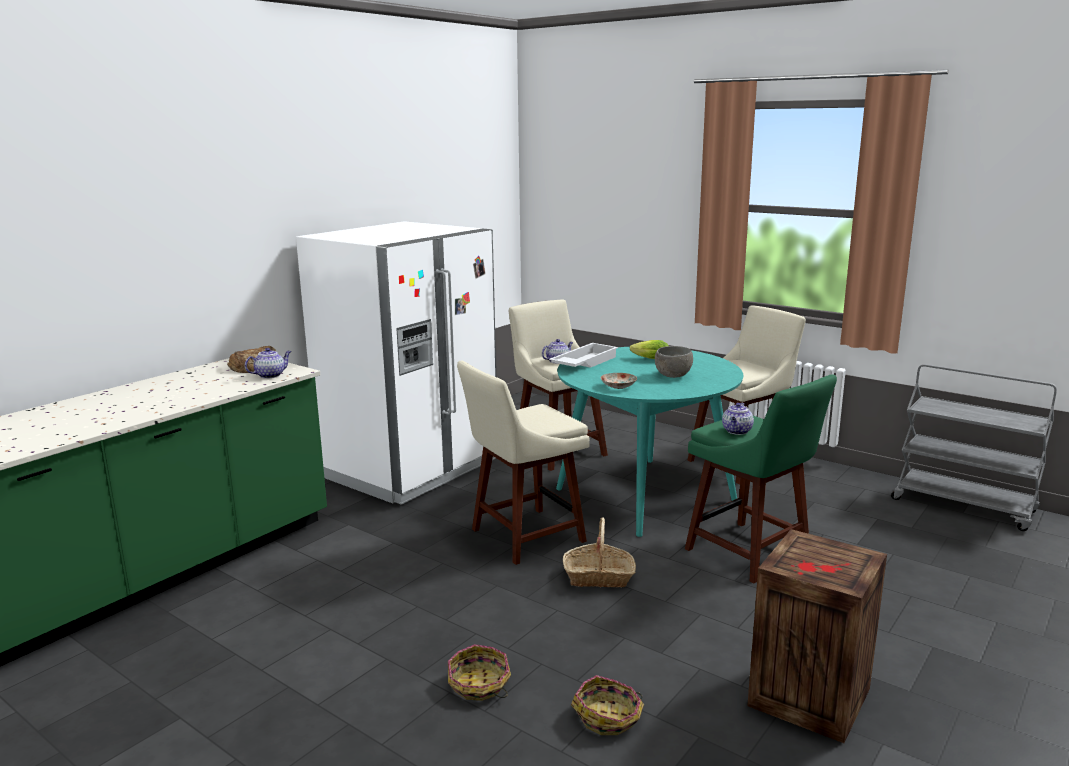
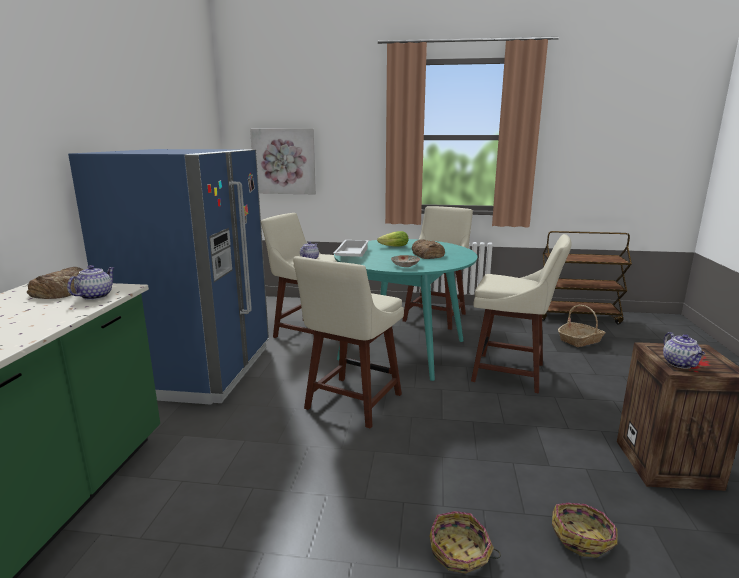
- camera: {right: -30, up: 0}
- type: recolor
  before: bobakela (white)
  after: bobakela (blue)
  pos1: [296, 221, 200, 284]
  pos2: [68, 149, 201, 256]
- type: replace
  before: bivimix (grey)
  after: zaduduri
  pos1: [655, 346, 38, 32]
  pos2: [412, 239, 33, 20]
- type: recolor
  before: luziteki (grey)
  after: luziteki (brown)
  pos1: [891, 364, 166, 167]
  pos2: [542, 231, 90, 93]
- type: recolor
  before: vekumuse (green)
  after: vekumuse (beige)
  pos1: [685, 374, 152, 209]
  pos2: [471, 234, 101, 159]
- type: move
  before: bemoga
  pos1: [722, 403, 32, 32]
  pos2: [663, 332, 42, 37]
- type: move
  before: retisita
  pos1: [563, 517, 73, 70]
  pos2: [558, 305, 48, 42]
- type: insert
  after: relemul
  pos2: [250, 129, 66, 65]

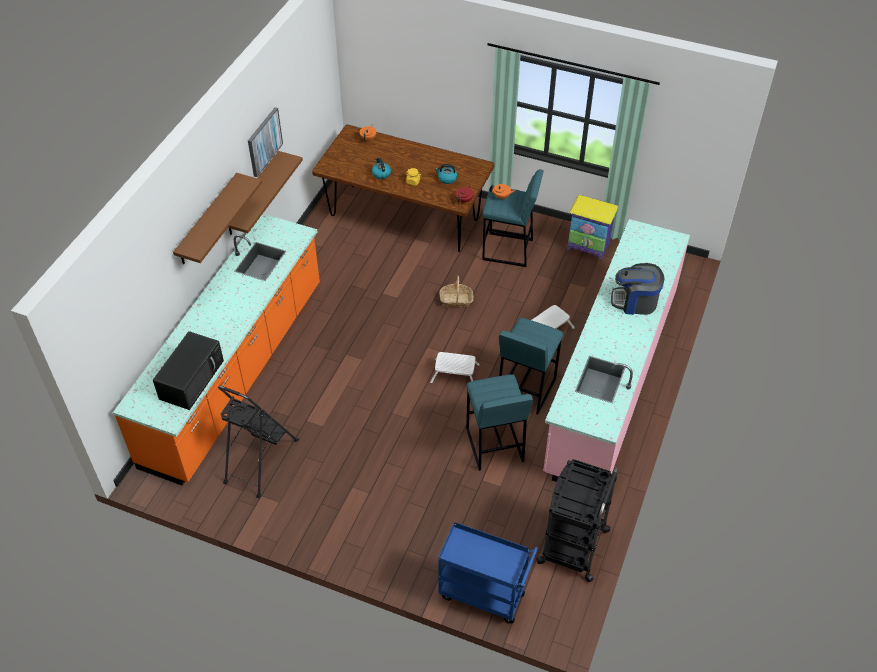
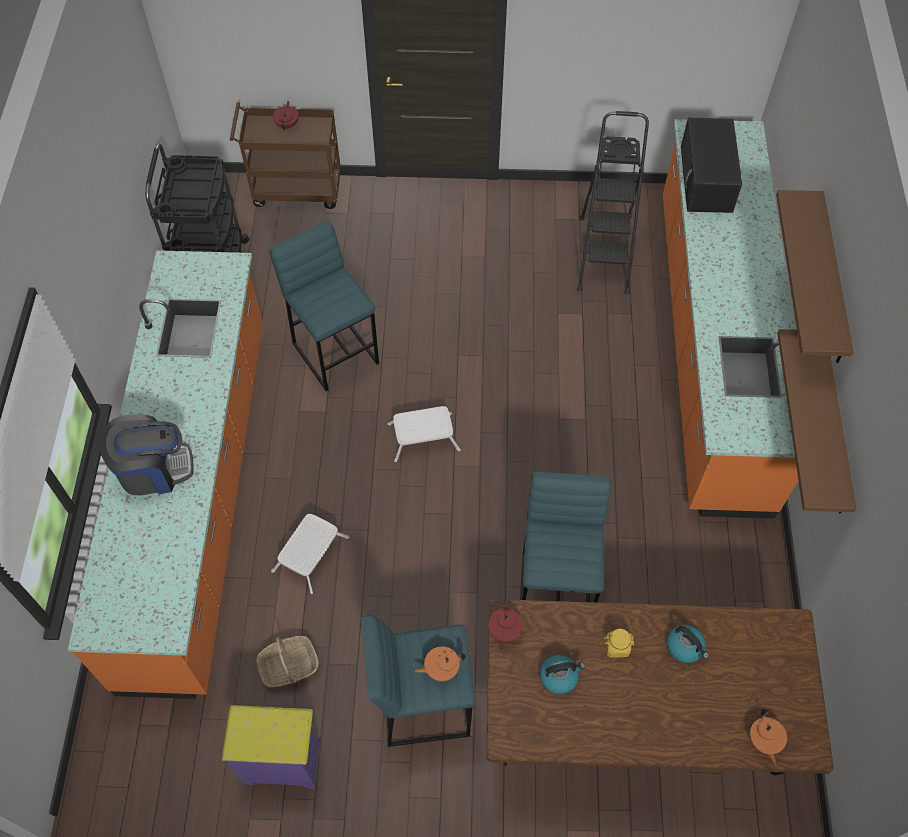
- camera: {right: 160, up: 10}
- type: delete
  before: relemul
  pos1: [248, 107, 35, 70]
- type: recolor
  before: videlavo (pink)
  after: videlavo (orange)
  pos1: [543, 219, 147, 263]
  pos2: [68, 250, 195, 449]
- type: move
  before: retisita
  pos1: [439, 275, 35, 32]
  pos2: [256, 636, 63, 52]
- type: move
  before: vekumuse (turquoise)
  pos1: [499, 318, 64, 96]
  pos2: [520, 472, 91, 130]
- type: recolor
  before: luziteki (blue)
  after: luziteki (brown)
  pos1: [438, 522, 100, 102]
  pos2: [230, 102, 111, 107]
- type: insert
  after: bemoga (red)
  pos2: [273, 101, 26, 29]

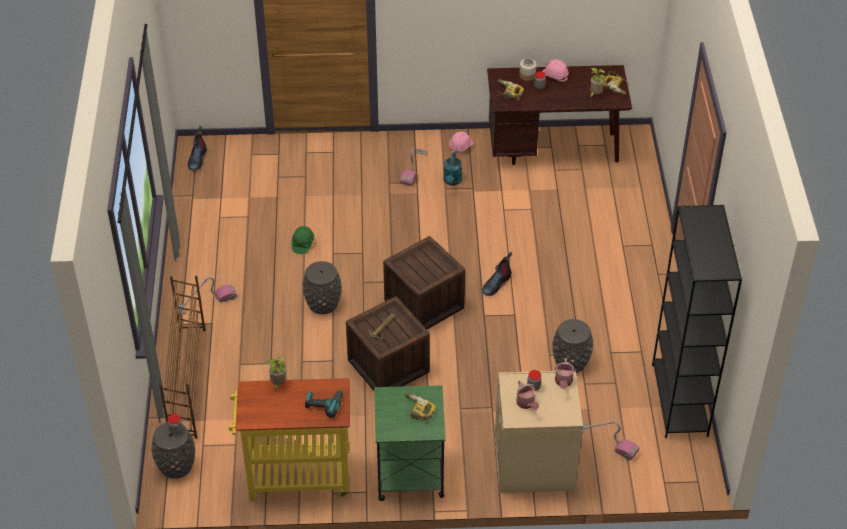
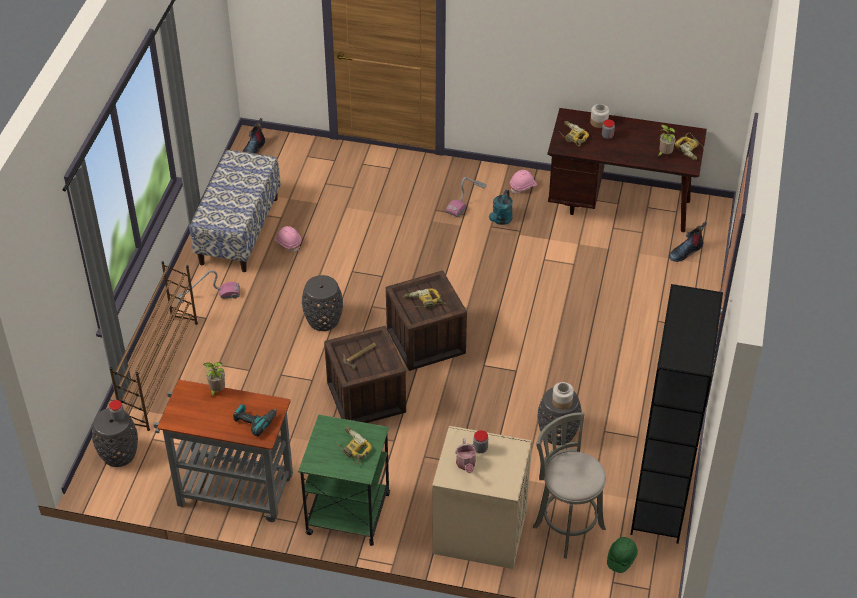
- camera: {right: 15, up: 0}
- type: move
  before: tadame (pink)
  pos1: [542, 59, 27, 23]
  pos2: [275, 226, 26, 26]
- type: move
  before: tadame (green)
  pos1: [291, 226, 24, 28]
  pos2: [607, 537, 31, 36]
- type: move
  before: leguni
  pos1: [482, 252, 30, 44]
  pos2: [669, 222, 38, 40]
- type: delete
  before: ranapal
  pos1: [555, 358, 20, 31]
- type: recolor
  before: luziteki (yellow)
  after: luziteki (grey)
  pos1: [229, 378, 121, 123]
  pos2: [154, 380, 139, 142]
- type: replace
  before: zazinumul
  after: vekumuse (grey)
  pos1: [582, 421, 57, 39]
  pos2: [533, 412, 73, 146]
- type: insert
  after: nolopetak
  pos2: [190, 150, 91, 122]
- type: insert
  after: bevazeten
  pos2: [404, 288, 41, 21]
- type: insert
  after: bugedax
  pos2: [552, 382, 22, 28]

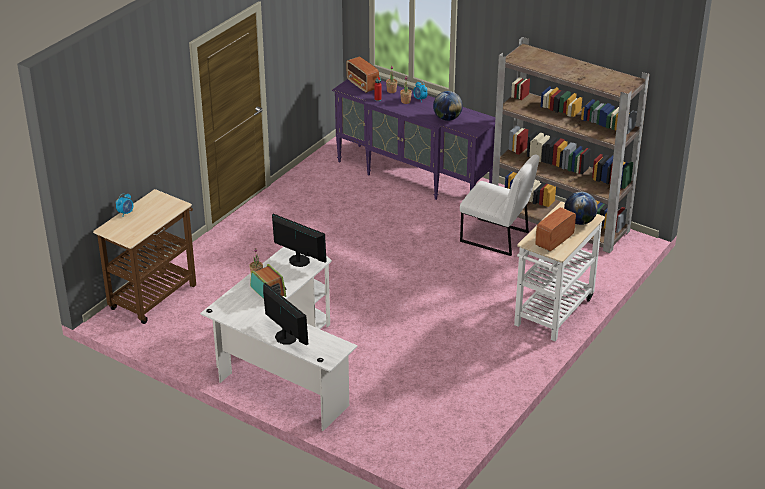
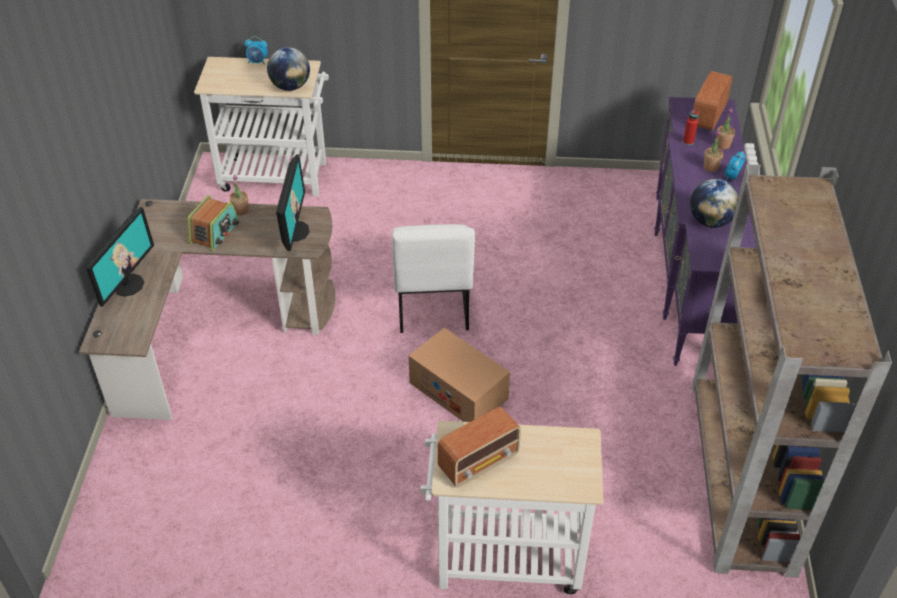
- camera: {right: 60, up: 10}
- type: move
  before: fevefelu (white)
  pos1: [460, 154, 80, 102]
  pos2: [392, 224, 83, 109]
- type: recolor
  before: luziteki (brown)
  after: luziteki (white)
  pos1: [93, 189, 103, 135]
  pos2: [194, 57, 135, 140]
- type: move
  before: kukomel
  pos1: [564, 192, 34, 33]
  pos2: [267, 47, 43, 44]
- type: rotate
  before: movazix
  pos1: [535, 207, 41, 44]
  pos2: [438, 407, 83, 80]
  turn: 135
- type: recolor
  before: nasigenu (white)
  after: nasigenu (brown)
  pos1: [200, 247, 158, 184]
  pos2: [79, 199, 256, 221]
- type: insert
  after: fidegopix
  pos2: [409, 328, 101, 94]

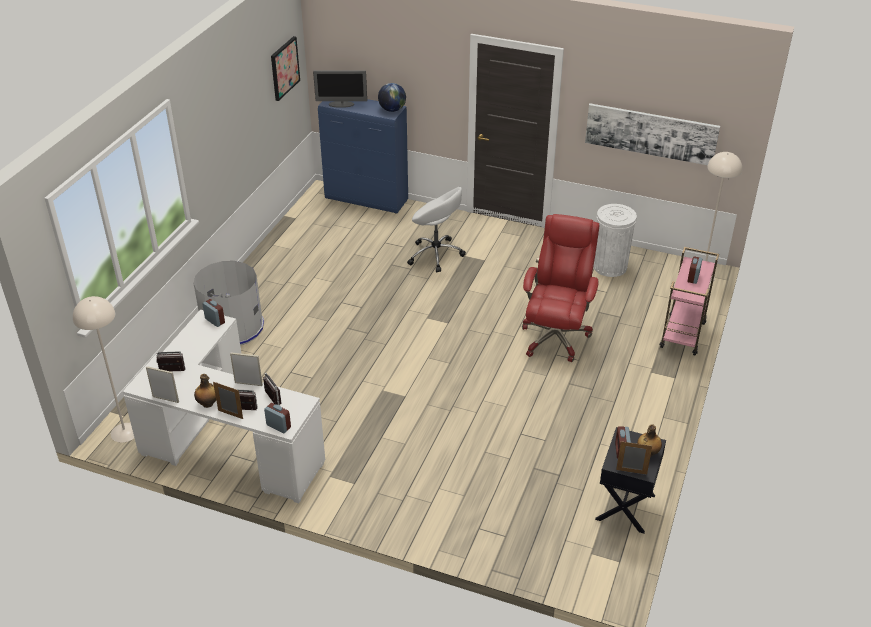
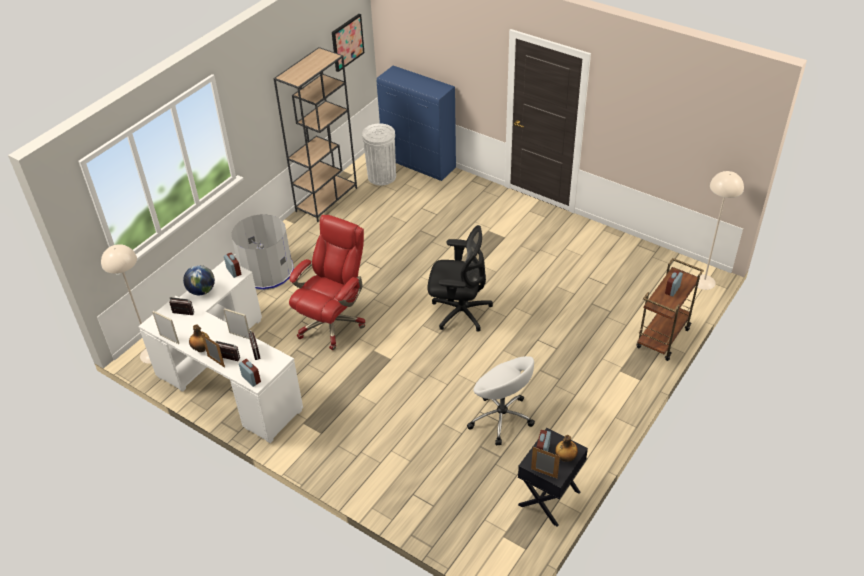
- camera: {right: 15, up: 5}
- type: delete
  before: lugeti
  pos1: [313, 70, 54, 38]
- type: move
  before: kukomel
  pos1: [378, 83, 28, 29]
  pos2: [183, 265, 32, 30]
- type: delete
  before: relemul
  pos1: [585, 103, 135, 62]
- type: move
  before: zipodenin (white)
  pos1: [407, 187, 59, 86]
  pos2: [467, 356, 68, 89]
- type: move
  before: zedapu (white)
  pos1: [593, 204, 44, 73]
  pos2: [362, 123, 34, 62]
- type: move
  before: zipodenin (red)
  pos1: [522, 214, 77, 148]
  pos2: [289, 215, 76, 135]
- type: recolor
  before: luziteki (pink)
  after: luziteki (brown)
  pos1: [659, 247, 60, 109]
  pos2: [636, 258, 68, 103]
- type: insert
  after: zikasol
  pos2: [273, 47, 84, 175]
- type: insert
  after: zipodenin (black)
  pos2: [427, 225, 66, 107]

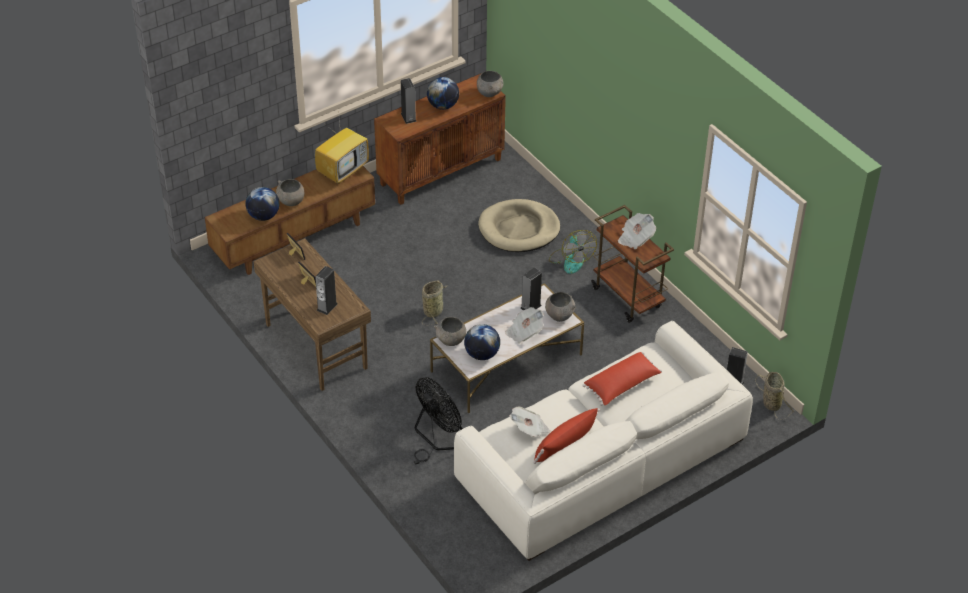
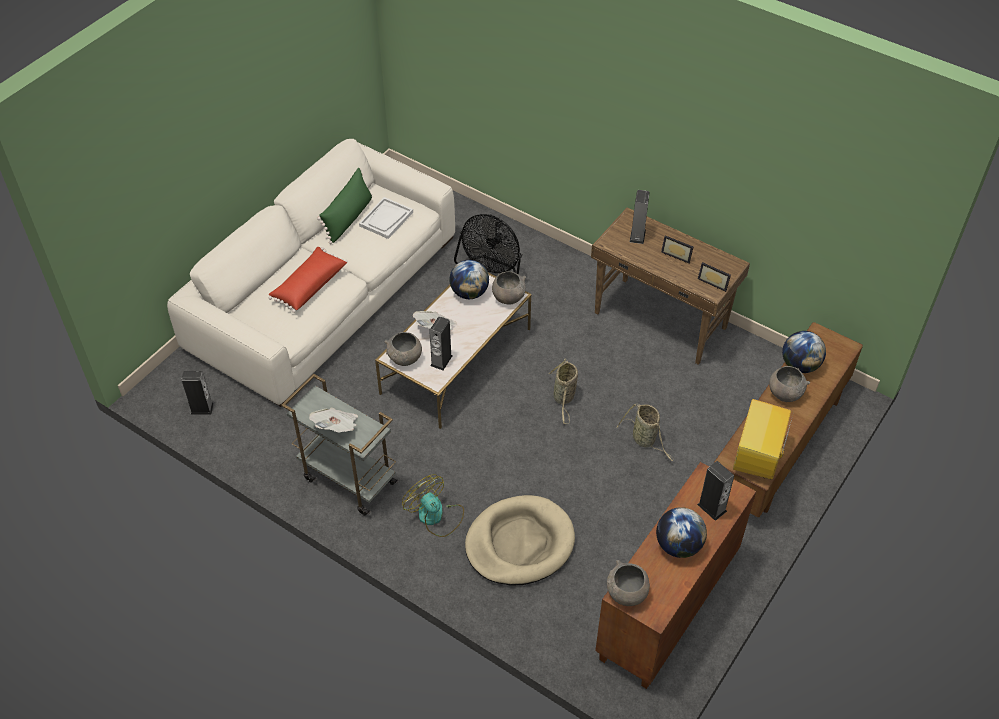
- camera: {right: 160, up: 5}
- type: recolor
  before: luziteki (brown)
  after: luziteki (grey)
  pos1: [591, 205, 83, 118]
  pos2: [281, 373, 118, 143]
- type: move
  before: retisita
  pos1: [755, 372, 40, 48]
  pos2: [617, 404, 57, 57]
- type: replace
  before: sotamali
  after: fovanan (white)
  pos1: [509, 406, 41, 31]
  pos2: [359, 197, 54, 42]
- type: recolor
  before: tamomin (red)
  after: tamomin (green)
  pos1: [533, 408, 67, 56]
  pos2: [317, 168, 55, 76]

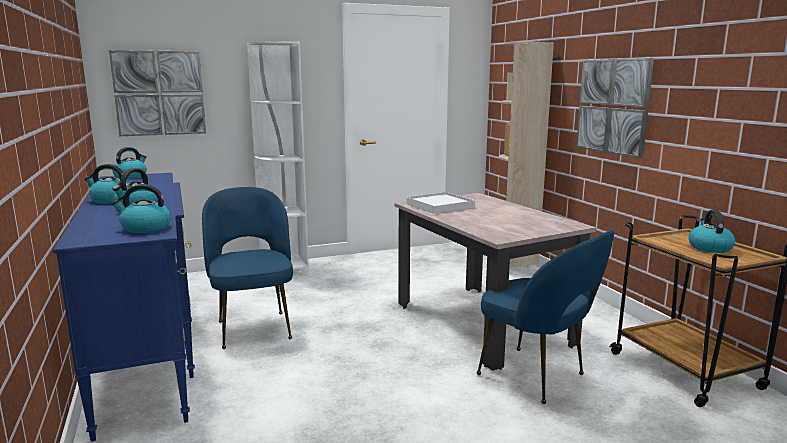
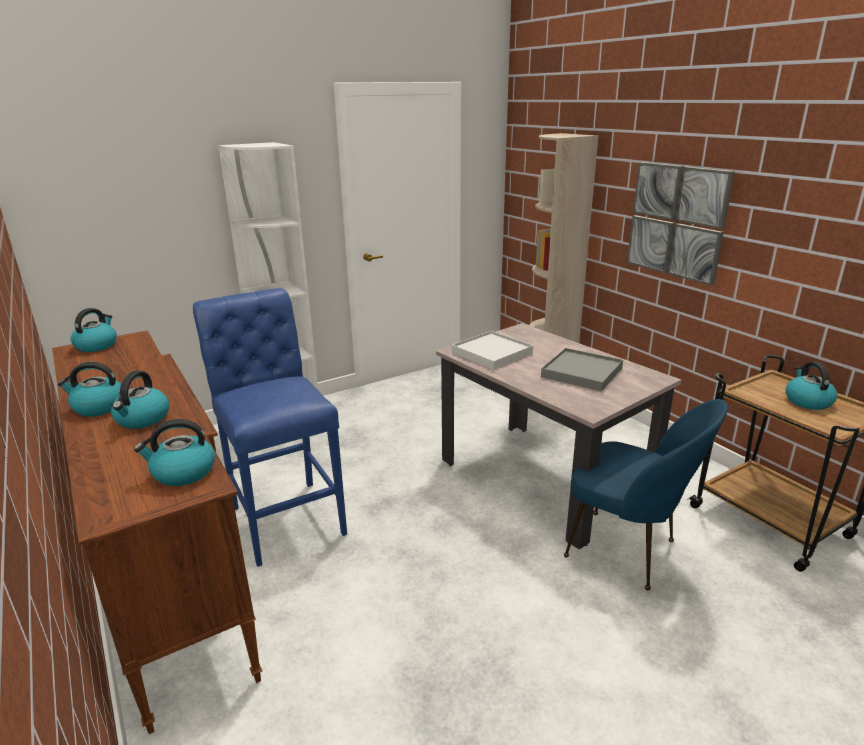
- camera: {right: -10, up: 10}
- type: delete
  before: relemul
  pos1: [109, 50, 97, 86]
- type: recolor
  before: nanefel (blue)
  after: nanefel (brown)
  pos1: [53, 172, 142, 270]
  pos2: [52, 331, 211, 403]
- type: replace
  before: fevefelu (blue)
  after: vekumuse (blue)
  pos1: [202, 187, 91, 162]
  pos2: [193, 288, 154, 279]
- type: insert
  after: fovanan (grey)
  pos2: [541, 348, 82, 43]

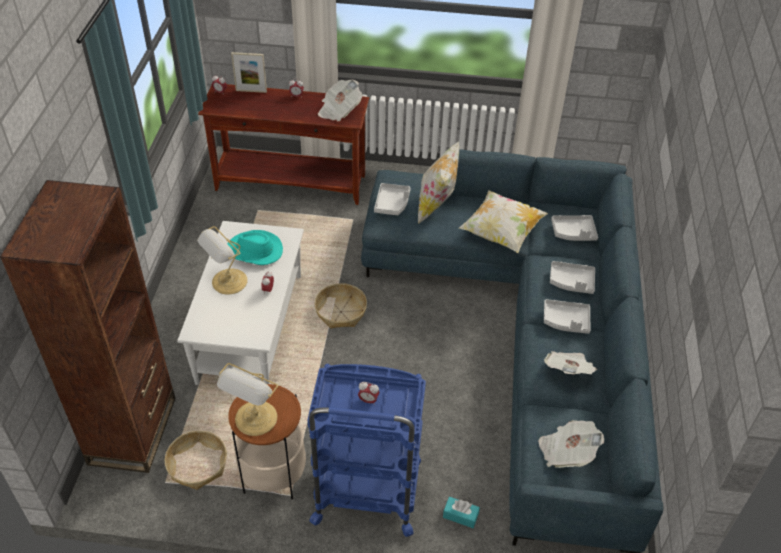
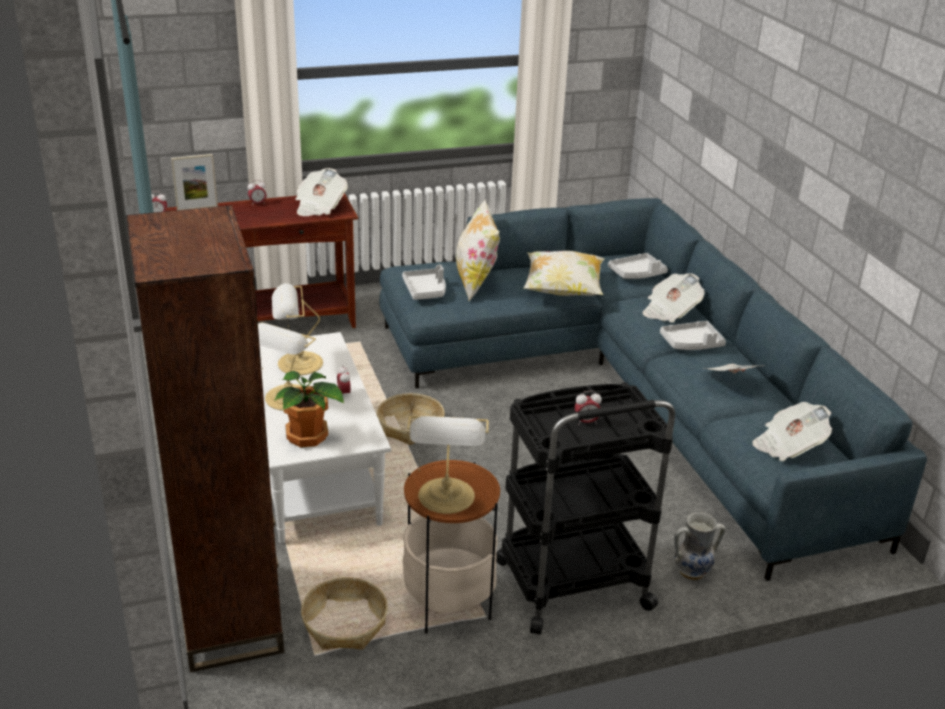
- camera: {right: -25, up: -15}
- type: replace
  before: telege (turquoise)
  after: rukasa
  pos1: [227, 230, 56, 35]
  pos2: [272, 283, 51, 92]
- type: replace
  before: fovanan (grey)
  after: sotamali
  pos1: [550, 261, 45, 33]
  pos2: [643, 273, 62, 50]
- type: recolor
  before: luziteki (blue)
  after: luziteki (black)
  pos1: [308, 364, 118, 173]
  pos2: [496, 382, 179, 253]
- type: replace
  before: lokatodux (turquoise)
  after: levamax
  pos1: [443, 497, 37, 31]
  pos2: [673, 512, 52, 68]
- type: insert
  after: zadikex
  pos2: [274, 371, 70, 77]

